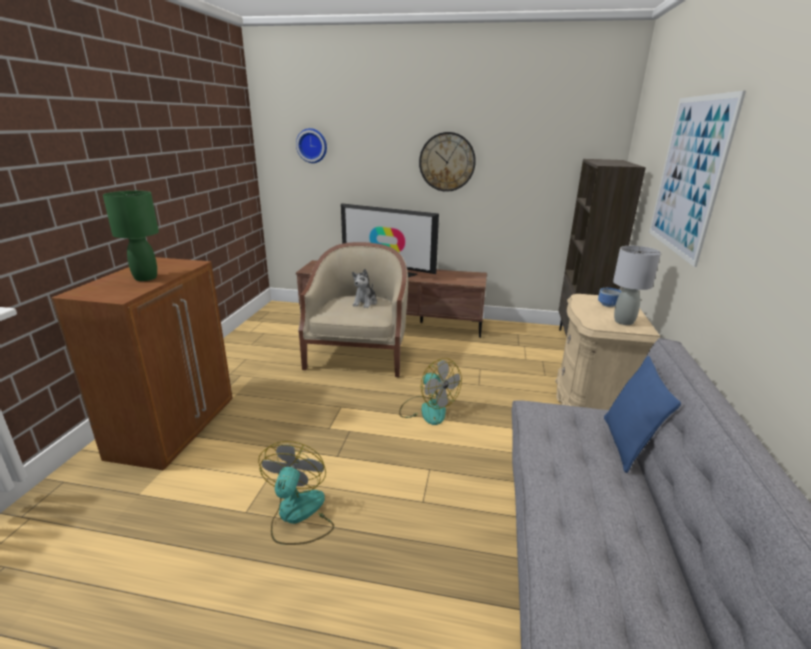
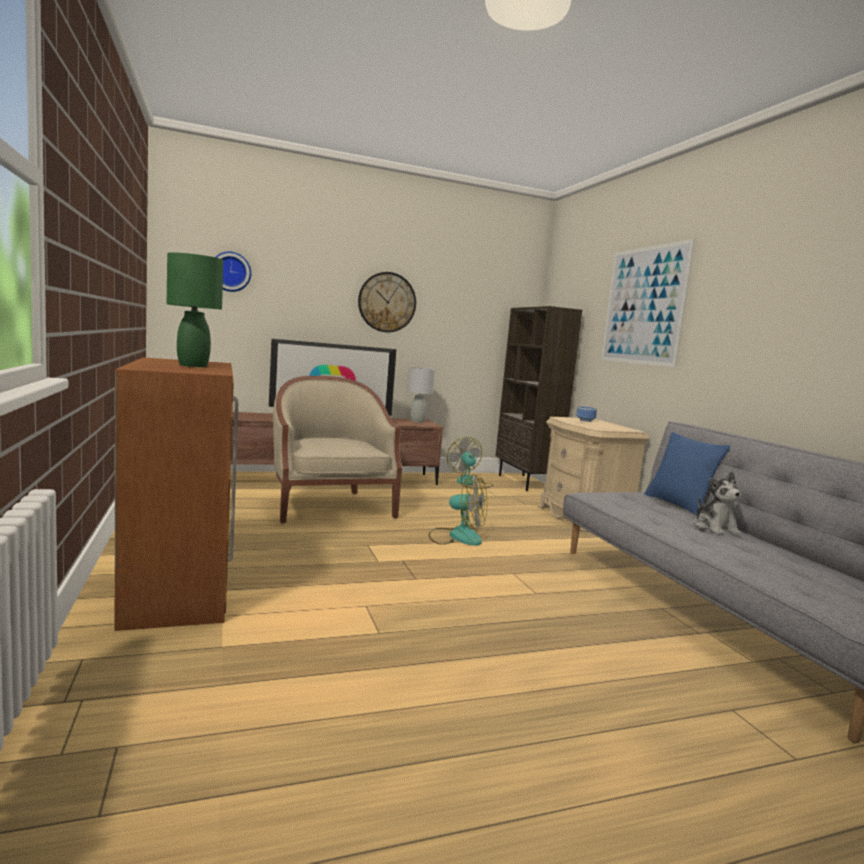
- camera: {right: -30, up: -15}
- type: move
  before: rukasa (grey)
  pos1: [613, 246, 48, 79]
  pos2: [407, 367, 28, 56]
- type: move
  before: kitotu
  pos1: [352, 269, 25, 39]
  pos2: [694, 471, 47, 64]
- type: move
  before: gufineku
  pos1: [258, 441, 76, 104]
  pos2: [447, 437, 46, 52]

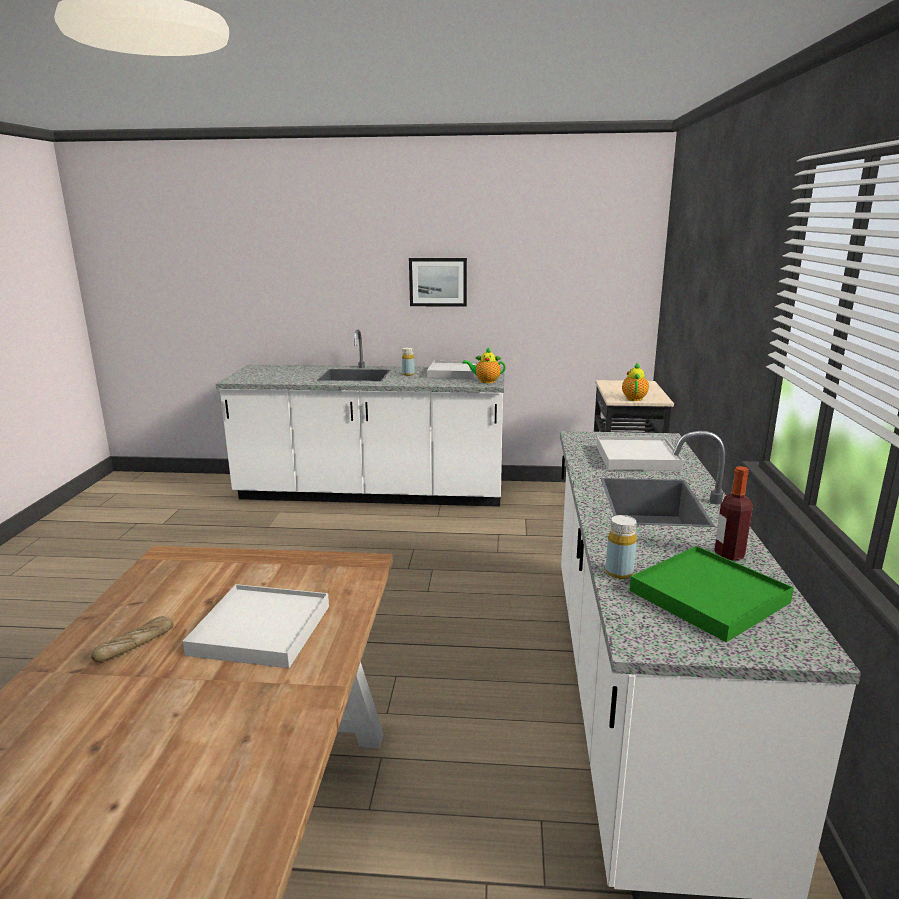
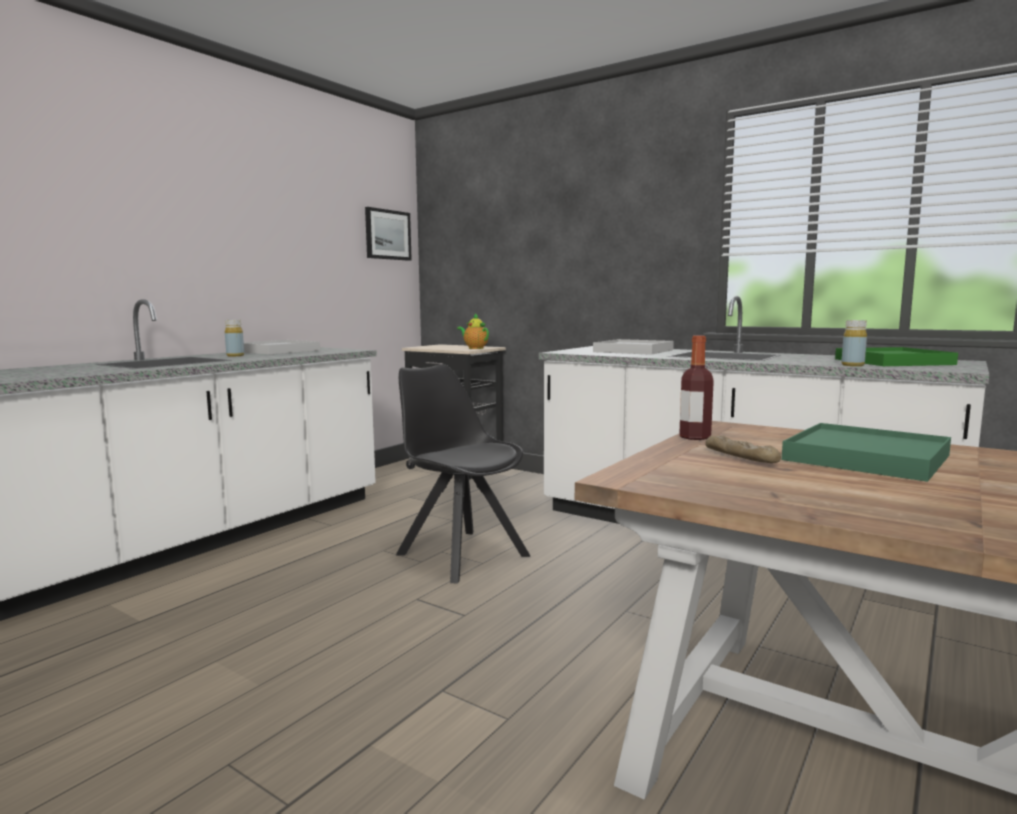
- camera: {right: -60, up: -10}
- type: move
  before: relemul
  pos1: [409, 258, 58, 49]
  pos2: [365, 207, 47, 54]
- type: delete
  before: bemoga
  pos1: [463, 348, 43, 35]
- type: move
  before: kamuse
  pos1: [714, 466, 39, 94]
  pos2: [679, 335, 35, 105]
- type: recolor
  before: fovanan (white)
  after: fovanan (green)
  pos1: [182, 584, 147, 84]
  pos2: [782, 423, 169, 59]
- type: move
  before: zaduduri
  pos1: [91, 616, 82, 46]
  pos2: [705, 435, 76, 28]
- type: insert
  after: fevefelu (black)
  pos2: [396, 364, 134, 219]

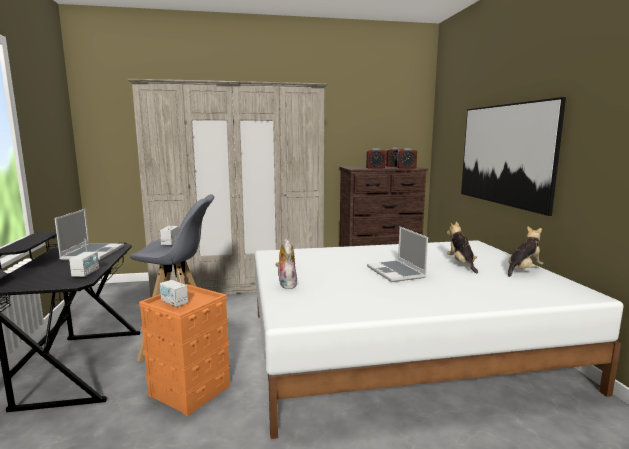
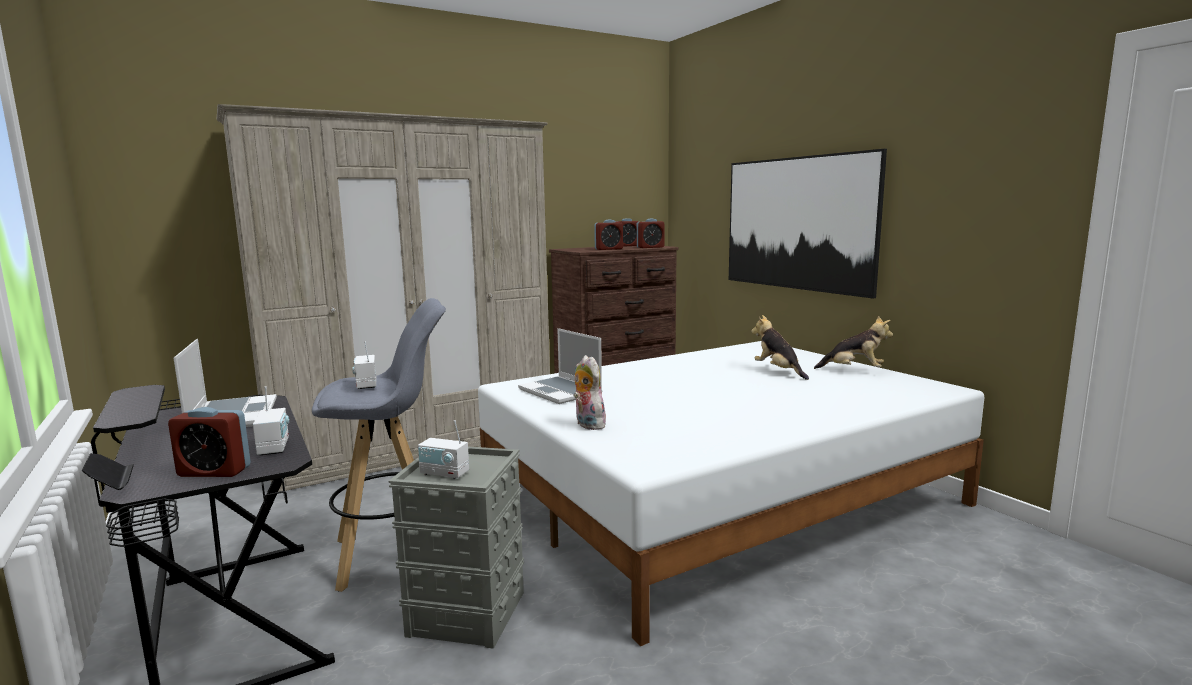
- camera: {right: -20, up: 0}
- type: rotate
  before: kitotu
  pos1: [508, 226, 36, 51]
  pos2: [814, 316, 79, 53]
  turn: 75
- type: move
  before: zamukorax
  pos1: [367, 227, 61, 55]
  pos2: [518, 328, 85, 76]
- type: recolor
  before: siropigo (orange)
  after: siropigo (grey)
  pos1: [138, 284, 92, 133]
  pos2: [389, 447, 135, 202]
- type: insert
  after: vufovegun
  pos2: [168, 407, 83, 70]

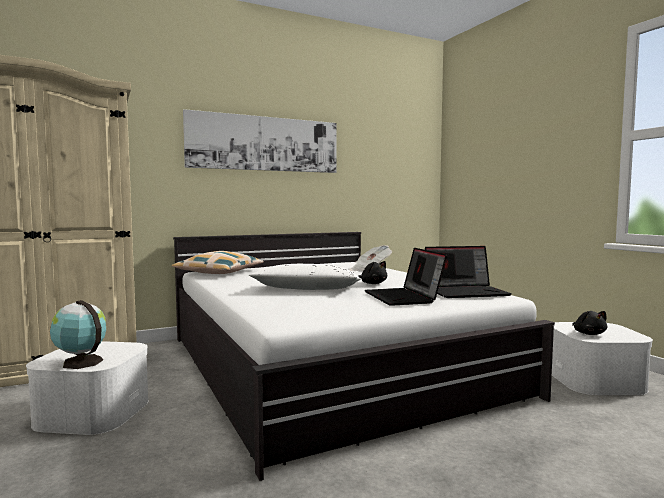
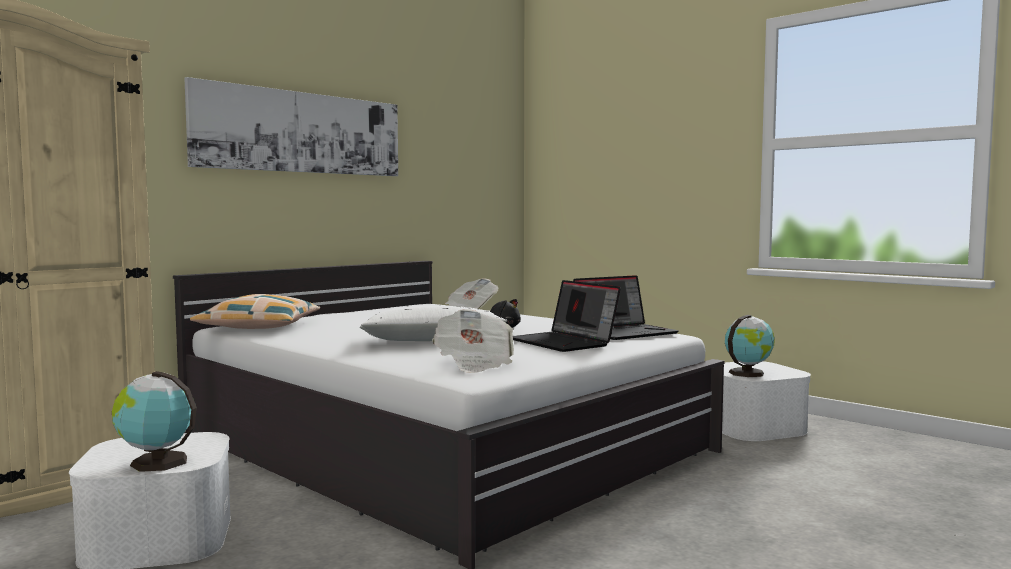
- camera: {right: -20, up: 0}
- type: replace
  before: kitotu (black)
  after: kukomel
  pos1: [572, 311, 35, 24]
  pos2: [725, 315, 50, 62]
- type: insert
  after: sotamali
  pos2: [432, 309, 82, 64]

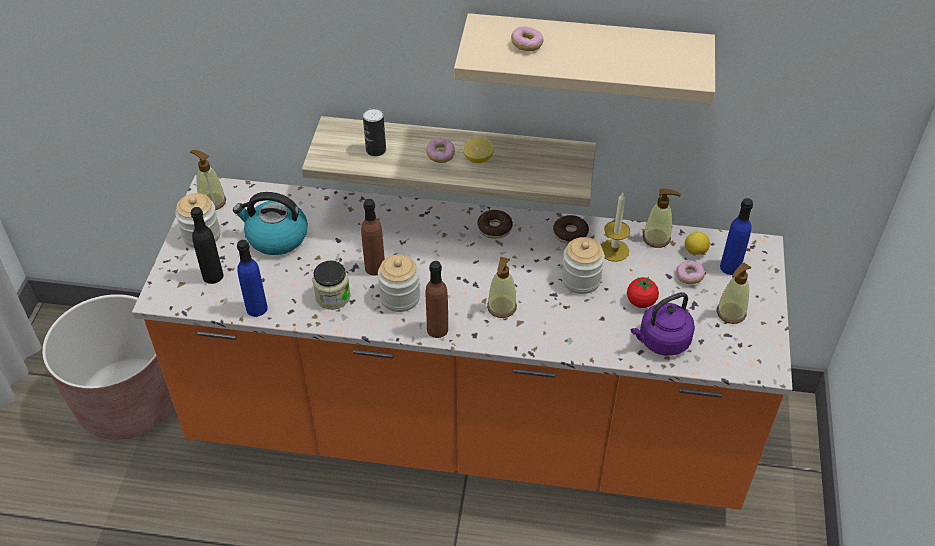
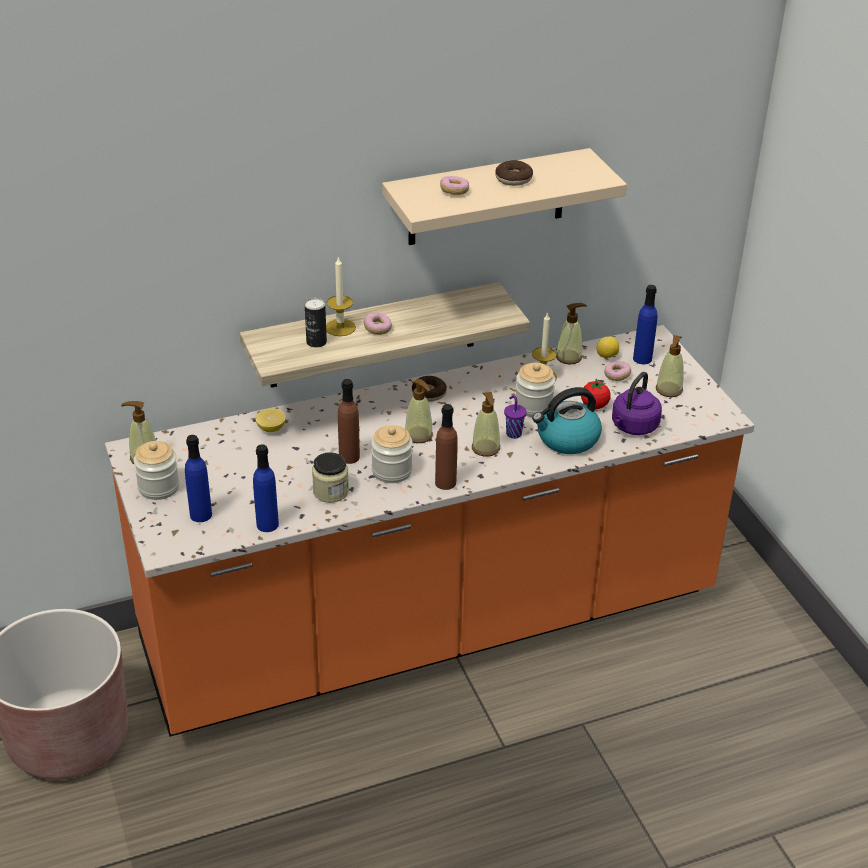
- camera: {right: -30, up: -10}
- type: move
  before: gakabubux
  pos1: [463, 137, 31, 26]
  pos2: [256, 408, 30, 24]
- type: move
  before: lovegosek
  pos1: [233, 192, 75, 63]
  pos2: [532, 387, 70, 67]
- type: recolor
  before: kamuse (black)
  after: kamuse (blue)
  pos1: [191, 207, 33, 77]
  pos2: [185, 435, 27, 87]
- type: move
  before: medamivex
  pos1: [553, 215, 36, 29]
  pos2: [495, 160, 38, 26]
- type: insert
  after: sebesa
  pos2: [326, 257, 30, 79]
- type: insert
  after: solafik
  pos2: [405, 379, 28, 64]
- type: insert
  after: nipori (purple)
  pos2: [504, 395, 23, 44]

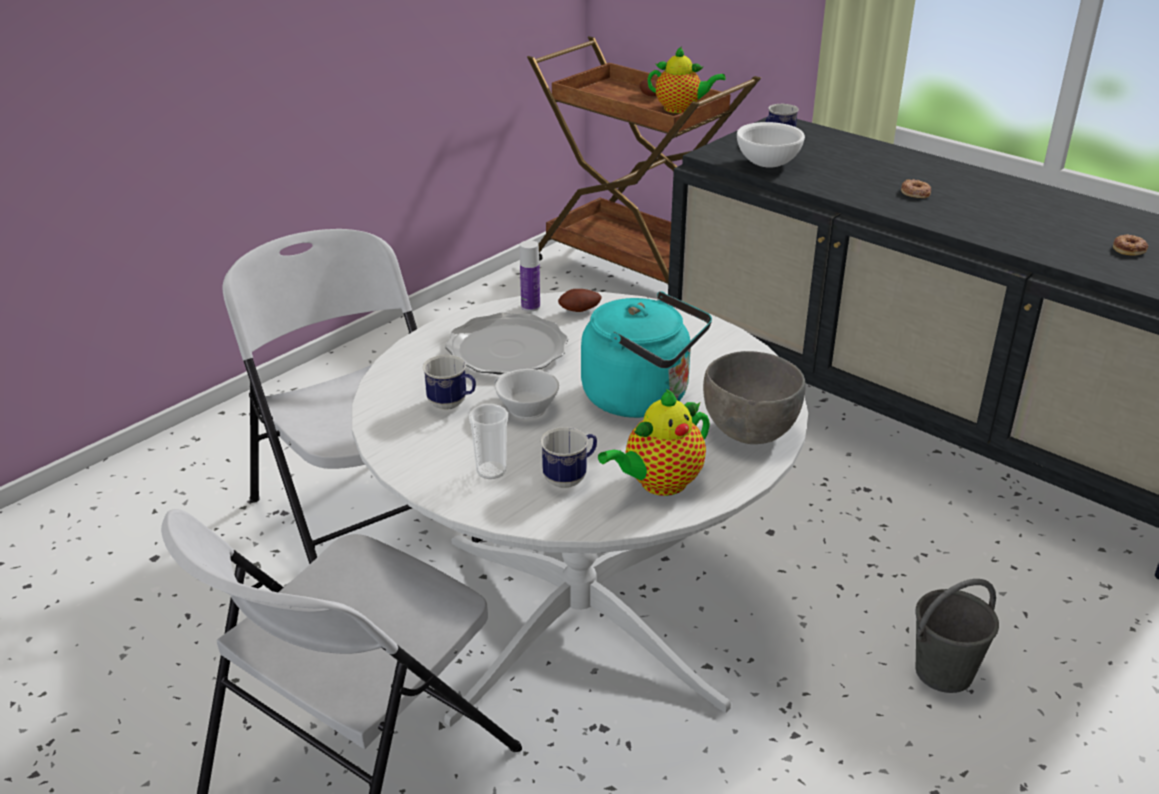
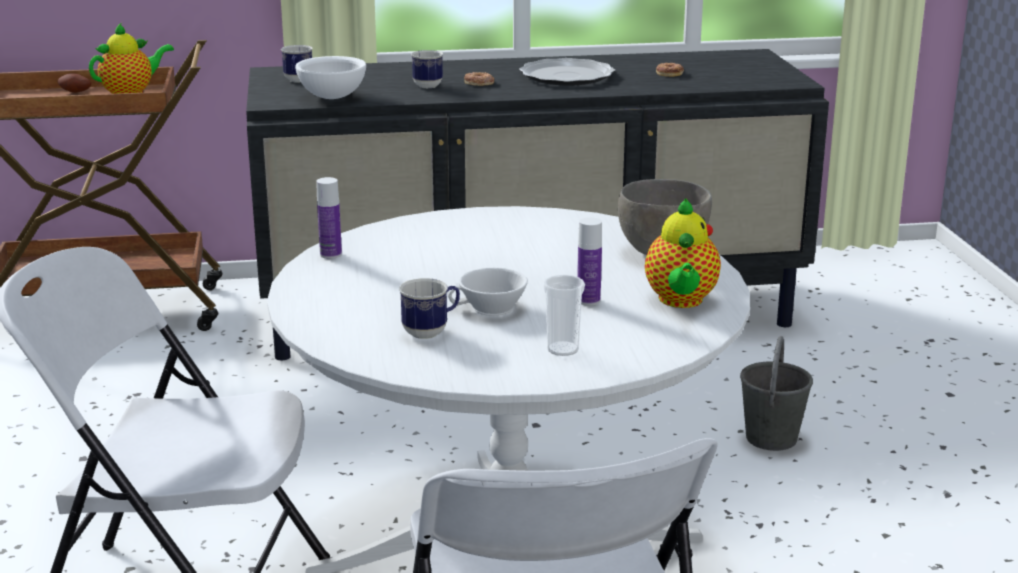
- camera: {right: -50, up: -10}
- type: delete
  before: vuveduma
  pos1: [558, 289, 44, 23]
- type: delete
  before: lovegosek (turquoise)
  pos1: [581, 291, 131, 127]
- type: move
  before: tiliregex
  pos1: [445, 312, 123, 62]
  pos2: [519, 58, 96, 28]
- type: move
  before: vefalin
  pos1: [541, 427, 56, 61]
  pos2: [411, 50, 32, 38]
- type: insert
  after: kamuse
  pos2: [577, 217, 25, 89]

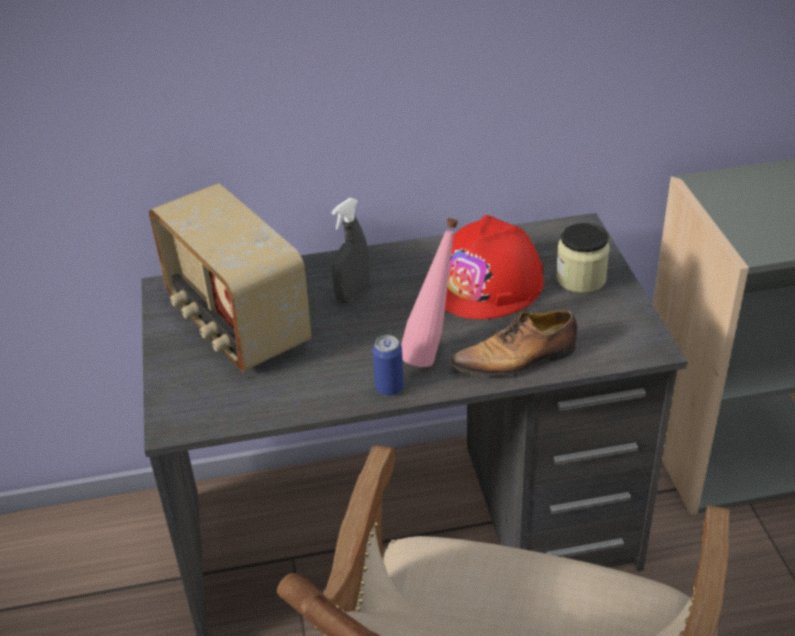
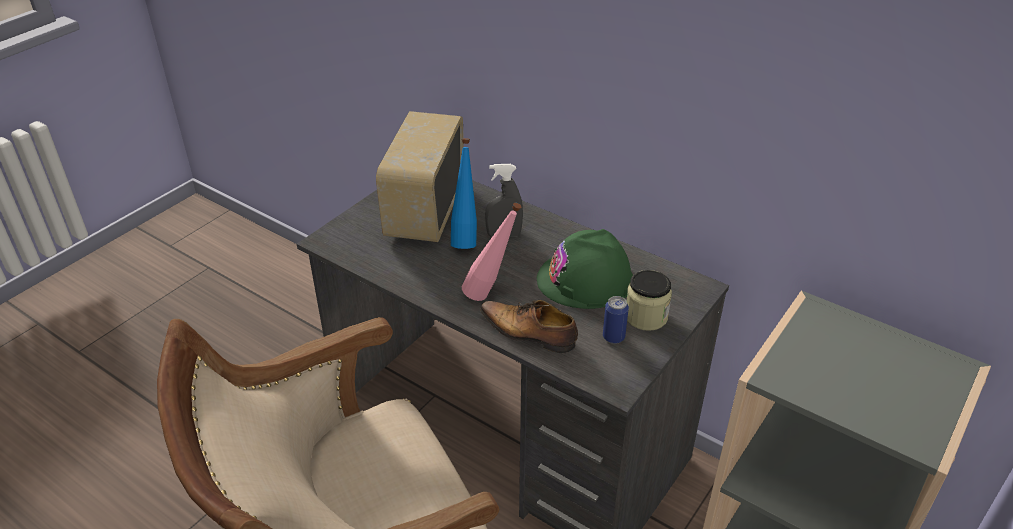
- camera: {right: 45, up: 0}
- type: recolor
  before: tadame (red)
  after: tadame (green)
  pos1: [445, 215, 99, 104]
  pos2: [537, 229, 96, 80]
- type: move
  before: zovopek
  pos1: [373, 335, 31, 61]
  pos2: [603, 296, 26, 48]
- type: insert
  after: kamuse (blue)
  pos2: [451, 138, 26, 111]

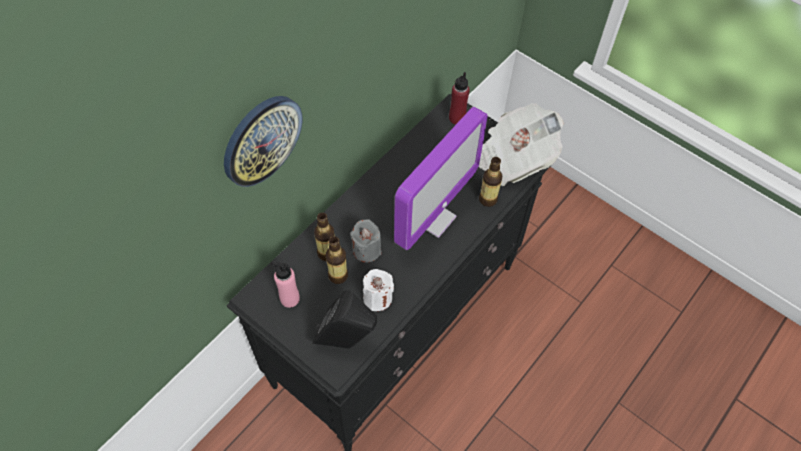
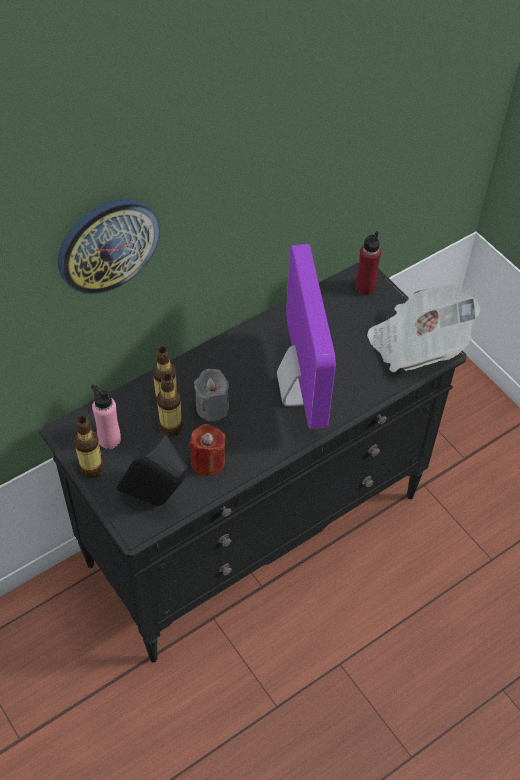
- camera: {right: 15, up: -5}
- type: rotate
  before: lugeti
  pos1: [394, 107, 94, 143]
  pos2: [277, 244, 59, 185]
  turn: -60
- type: move
  before: kamuse
  pos1: [479, 157, 23, 50]
  pos2: [74, 416, 30, 62]
- type: recolor
  before: sebesa (white)
  after: sebesa (red)
  pos1: [363, 269, 31, 42]
  pos2: [189, 424, 37, 52]

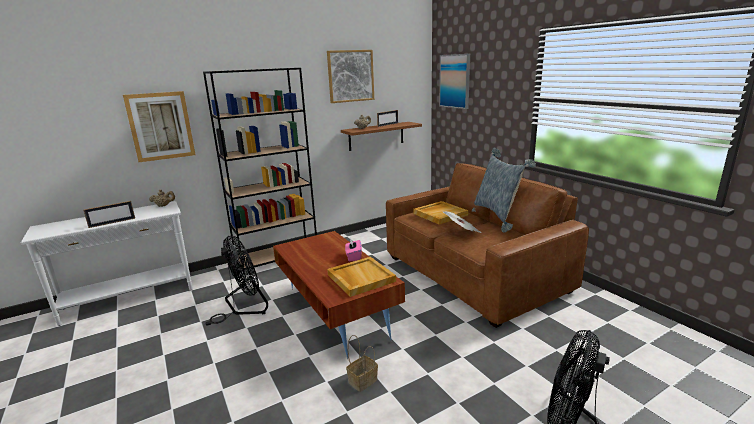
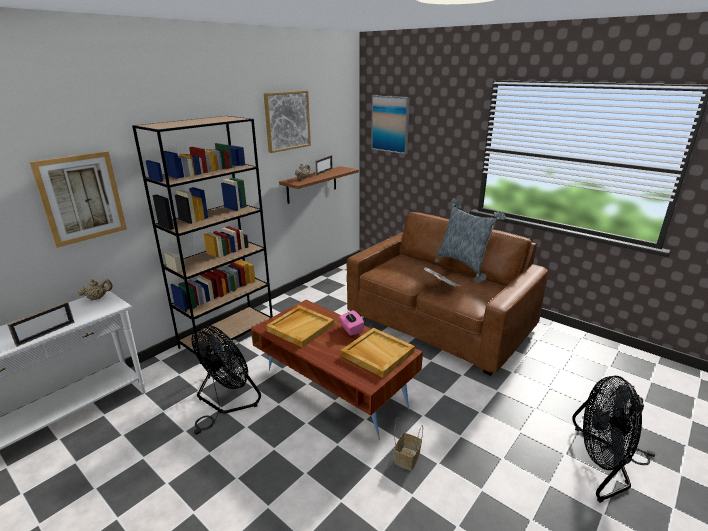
- camera: {right: -20, up: 5}
- type: move
  before: fovanan (beige)
  pos1: [413, 201, 55, 24]
  pos2: [266, 306, 68, 42]

